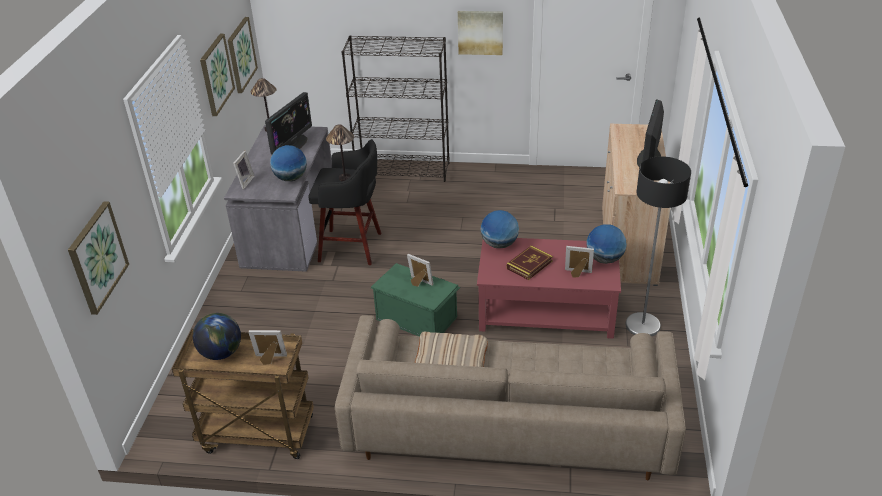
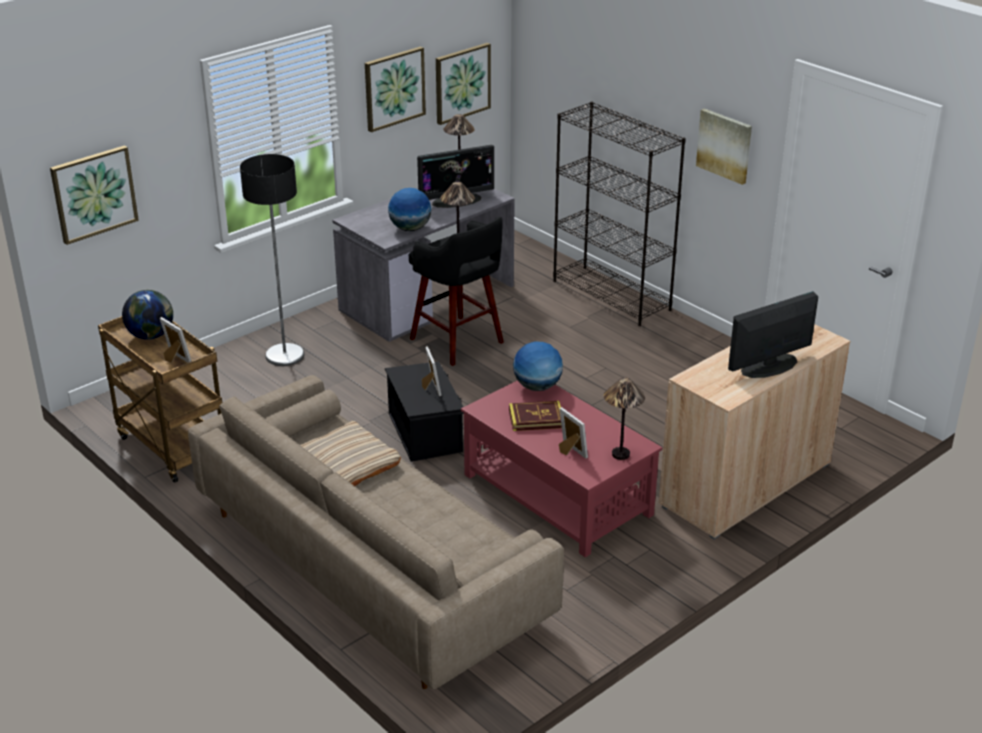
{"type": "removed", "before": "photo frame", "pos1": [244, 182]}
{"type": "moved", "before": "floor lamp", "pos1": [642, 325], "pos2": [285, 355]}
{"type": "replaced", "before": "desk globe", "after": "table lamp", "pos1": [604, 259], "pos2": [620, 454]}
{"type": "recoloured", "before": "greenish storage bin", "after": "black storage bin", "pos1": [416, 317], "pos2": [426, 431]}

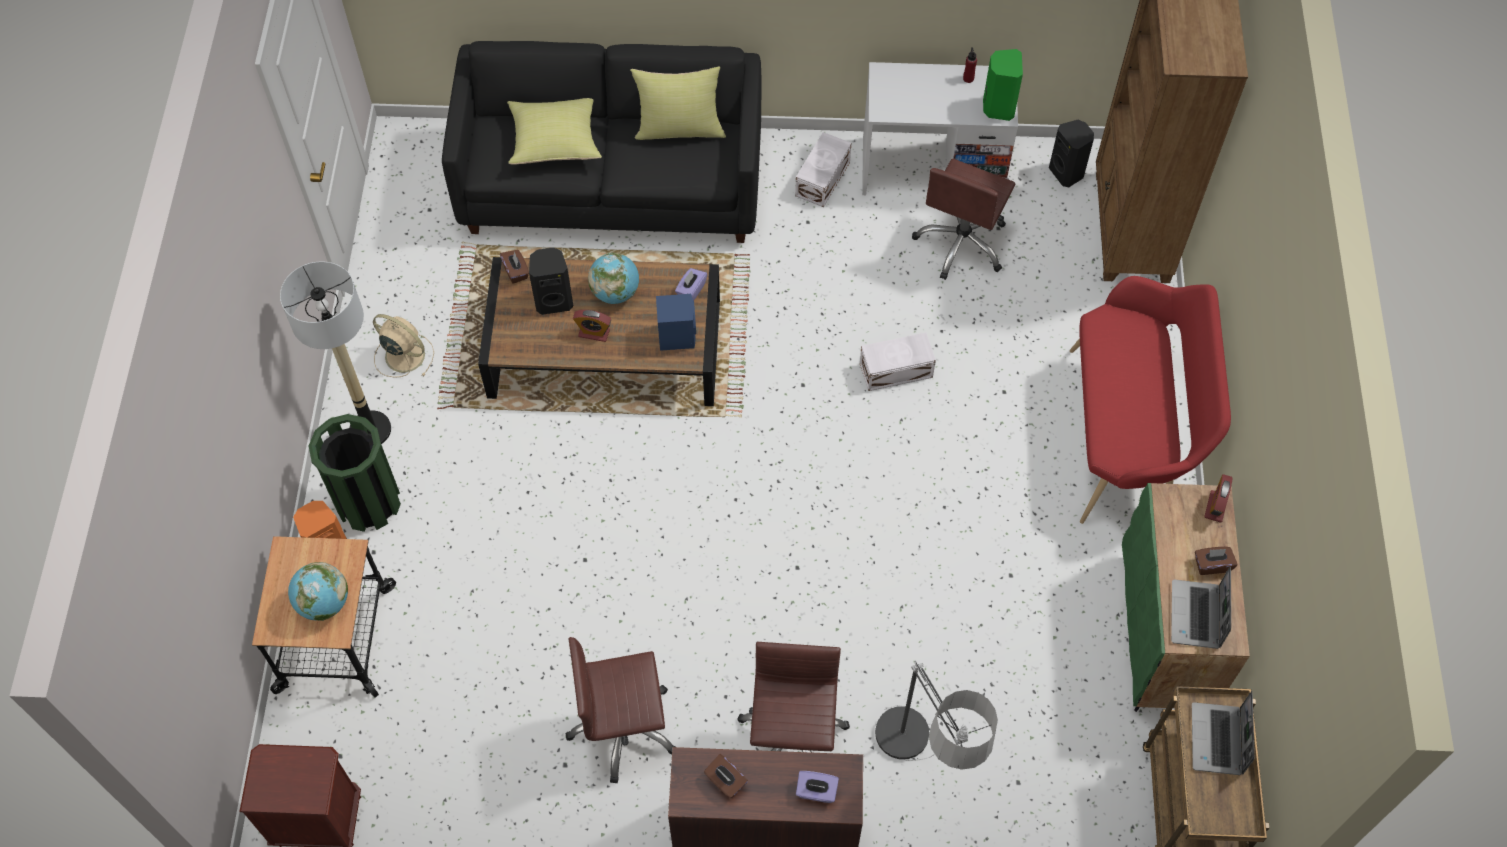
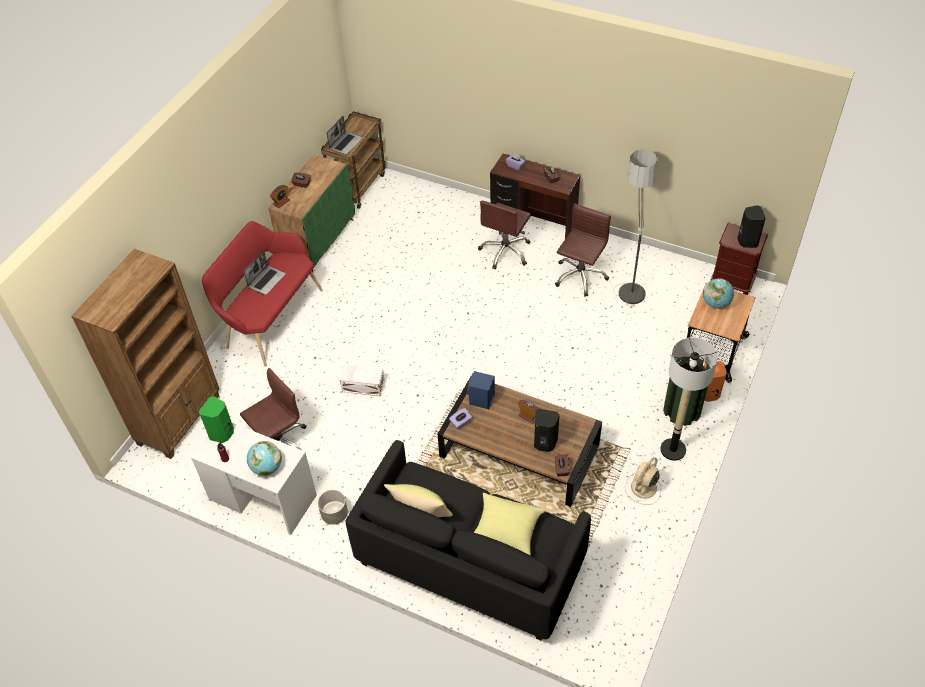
{"type": "moved", "before": "black audio speaker", "pos1": [1067, 172], "pos2": [747, 241]}
{"type": "replaced", "before": "whitish storage bin", "after": "greyish plant pot", "pos1": [821, 179], "pos2": [335, 514]}
{"type": "moved", "before": "desk globe", "pos1": [615, 292], "pos2": [267, 468]}
{"type": "turned", "before": "beige-coloured fan", "pos1": [403, 355], "pos2": [643, 488], "turn": 75}
{"type": "moved", "before": "notebook computer", "pos1": [1196, 616], "pos2": [266, 280]}
{"type": "turned", "before": "brownish desk chair", "pos1": [623, 728], "pos2": [580, 276], "turn": -75}
{"type": "moved", "before": "floor lamp", "pos1": [920, 774], "pos2": [629, 279]}

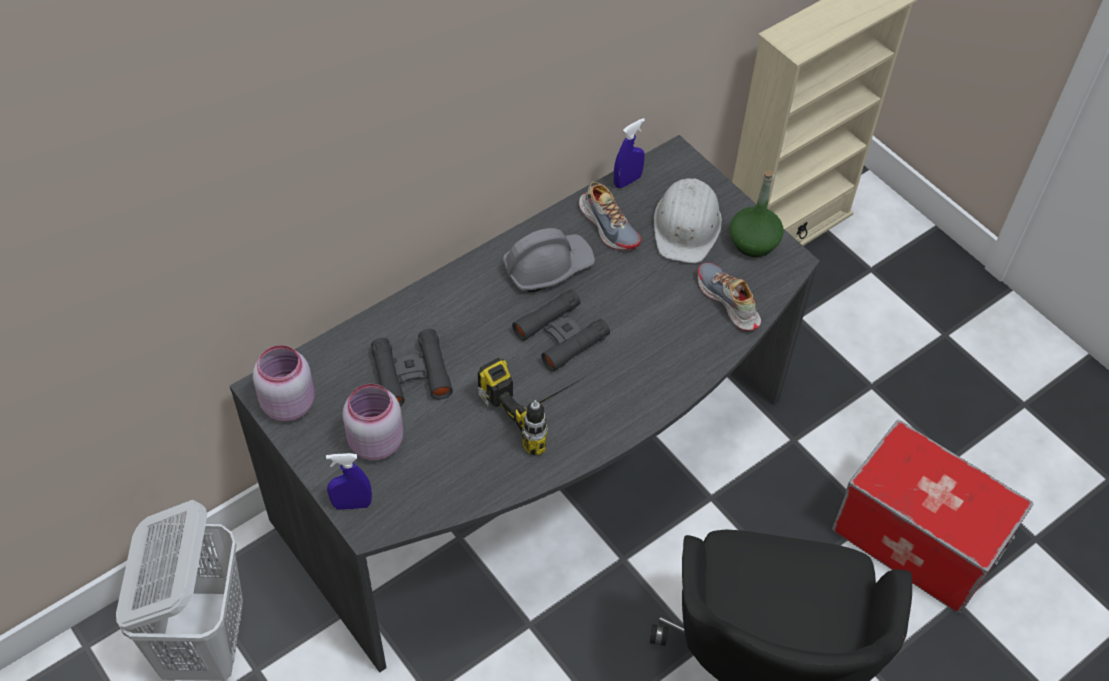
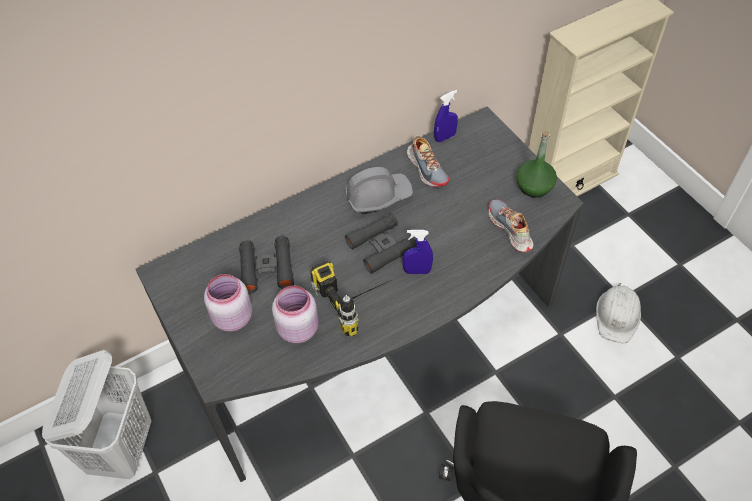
{"type": "moved", "before": "whitish safety helmet", "pos1": [687, 226], "pos2": [617, 315]}
{"type": "moved", "before": "pink-coloured jar", "pos1": [288, 403], "pos2": [298, 328]}
{"type": "removed", "before": "storage bin", "pos1": [918, 539]}
{"type": "moved", "before": "blue hand sprayer", "pos1": [352, 504], "pos2": [417, 271]}

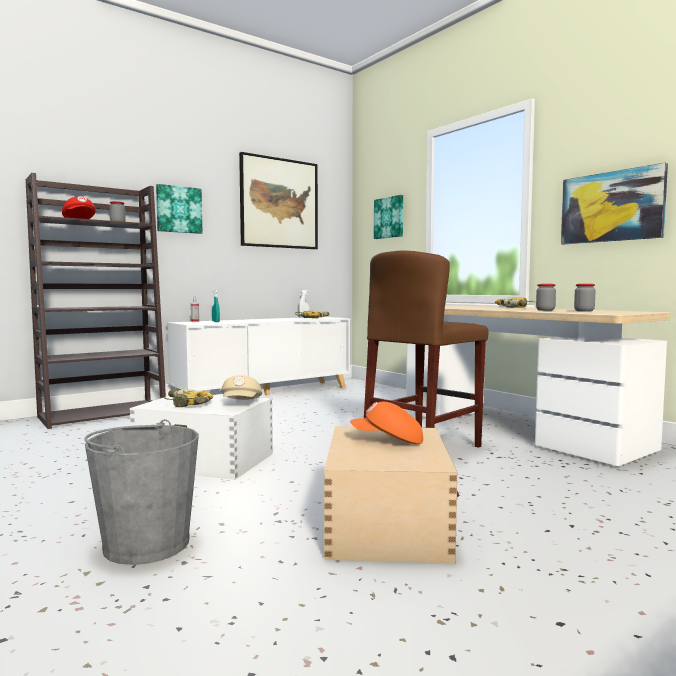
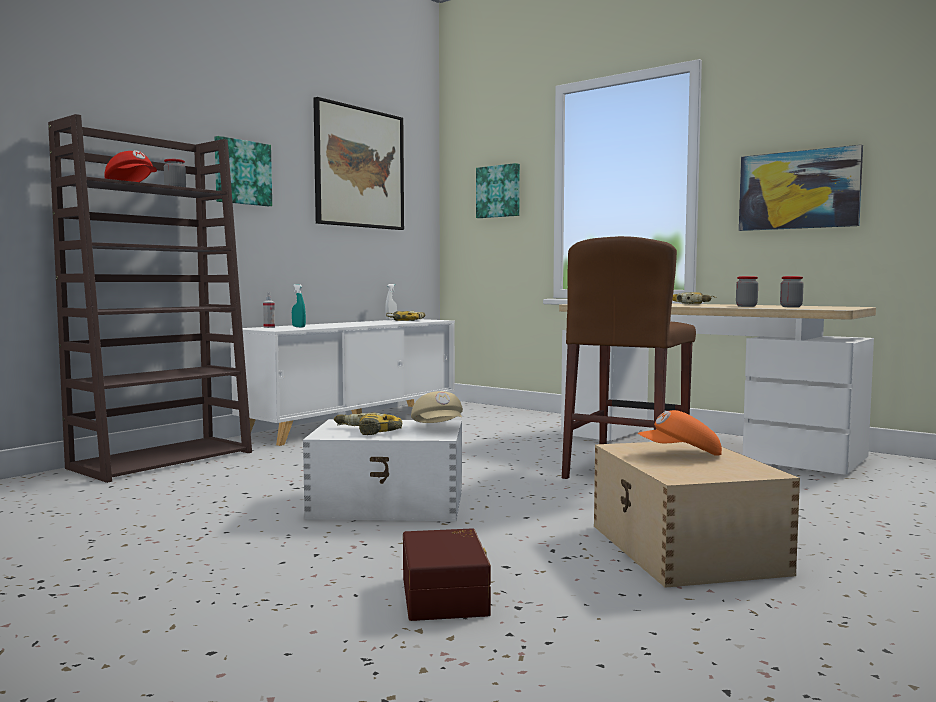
{"type": "replaced", "before": "greyish bucket", "after": "brownish storage bin", "pos1": [146, 544], "pos2": [447, 595]}

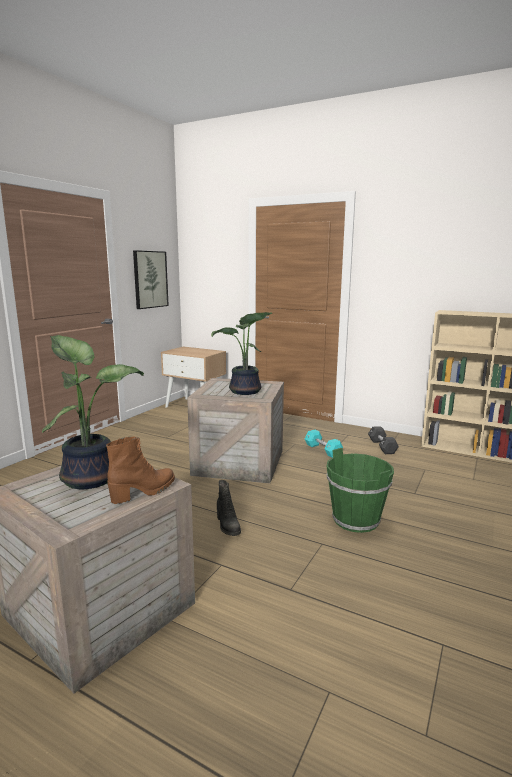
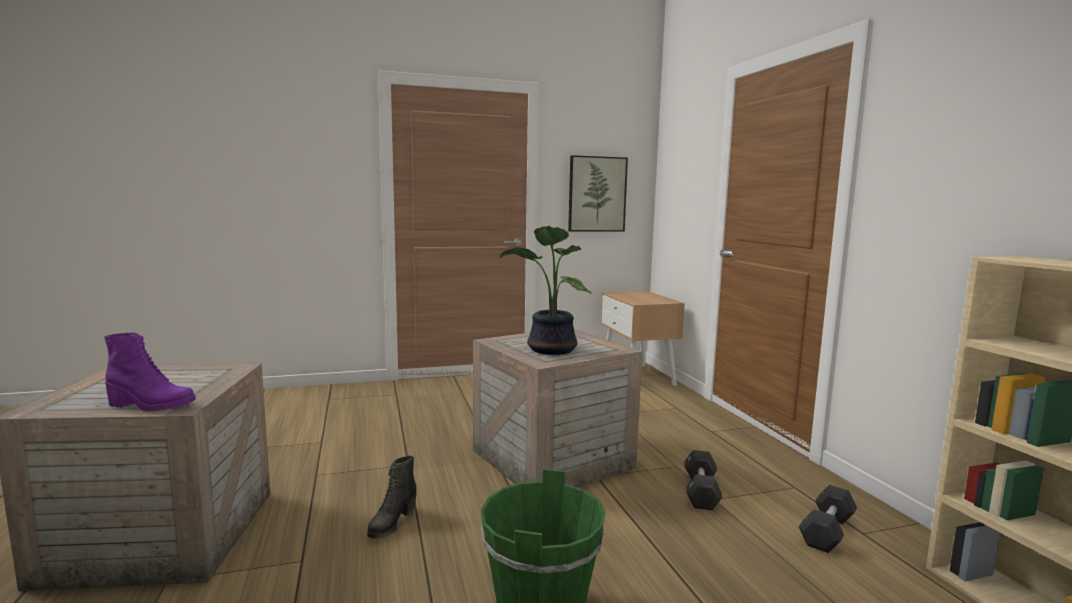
{"type": "removed", "before": "potted plant", "pos1": [91, 477]}
{"type": "recoloured", "before": "turquoise hand weight", "after": "black hand weight", "pos1": [322, 450], "pos2": [701, 491]}
{"type": "recoloured", "before": "brownish boot", "after": "purple boot", "pos1": [144, 492], "pos2": [151, 406]}

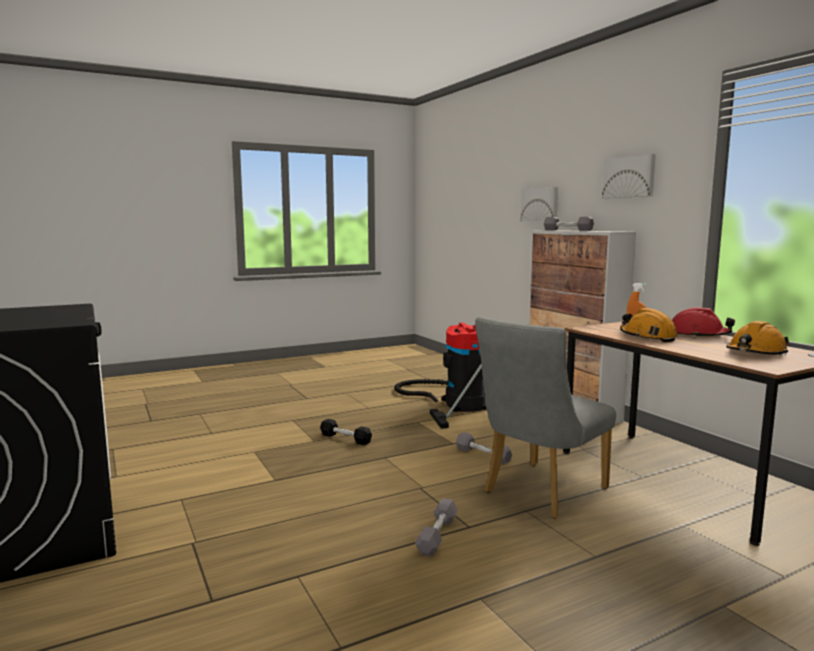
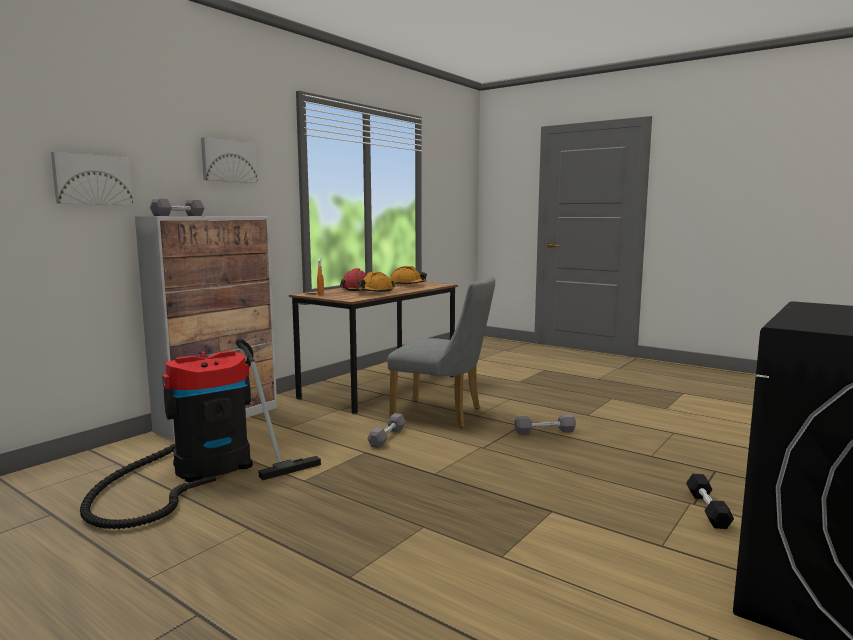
{"type": "moved", "before": "black hand weight", "pos1": [345, 438], "pos2": [707, 509]}

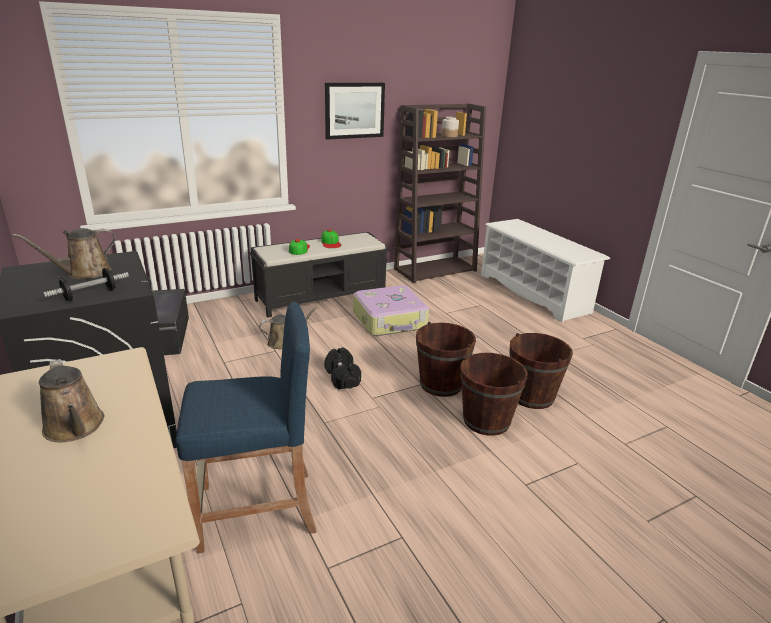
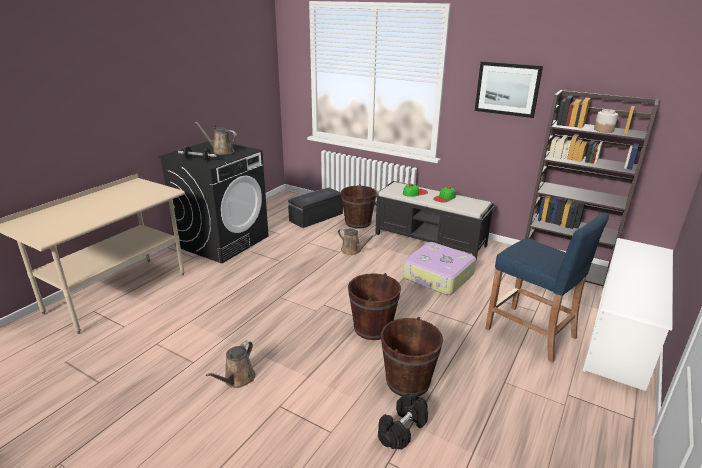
{"type": "moved", "before": "blue stool seat", "pos1": [257, 510], "pos2": [530, 333]}
{"type": "moved", "before": "black hand weight", "pos1": [342, 377], "pos2": [402, 429]}
{"type": "moved", "before": "brownish bucket", "pos1": [486, 420], "pos2": [358, 223]}
{"type": "moved", "before": "brownish watering can", "pos1": [75, 427], "pos2": [237, 379]}

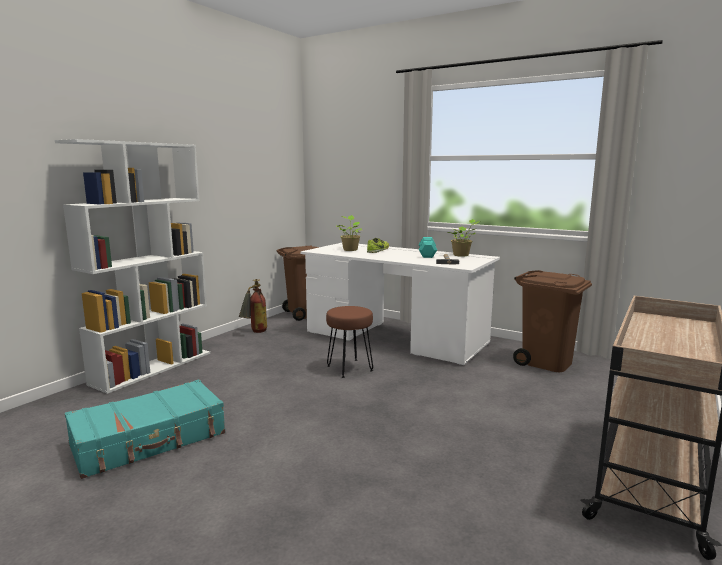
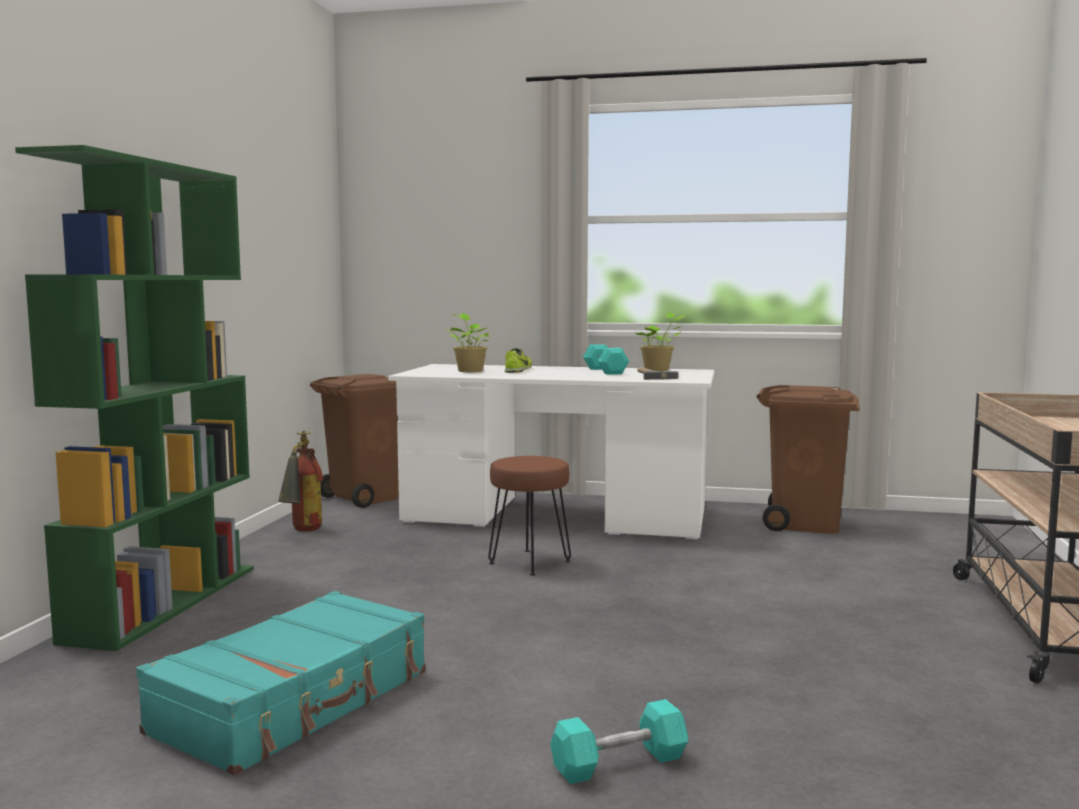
{"type": "recoloured", "before": "whitish bookcase", "after": "greenish bookcase", "pos1": [153, 367], "pos2": [164, 602]}
{"type": "added", "after": "turquoise hand weight", "pos2": [619, 763]}

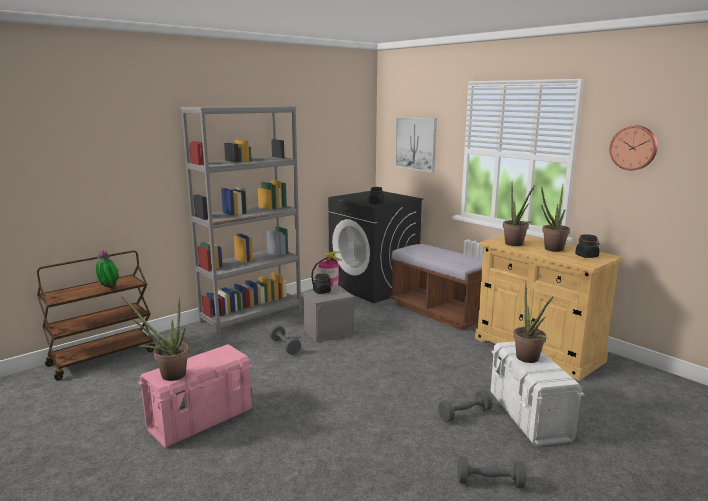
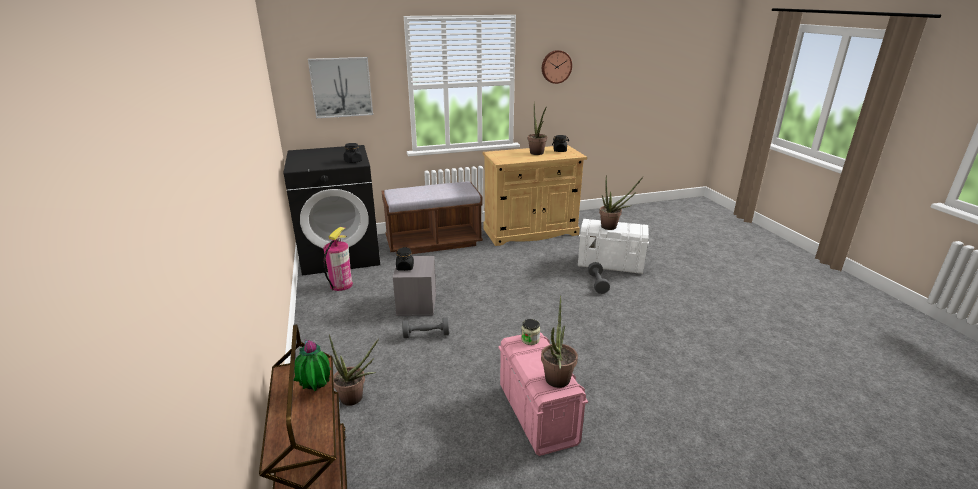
{"type": "removed", "before": "greyish bookcase", "pos1": [251, 315]}
{"type": "moved", "before": "potted plant", "pos1": [515, 245], "pos2": [356, 399]}
{"type": "removed", "before": "greyish hand weight", "pos1": [490, 482]}
{"type": "added", "after": "jar", "pos2": [530, 339]}

